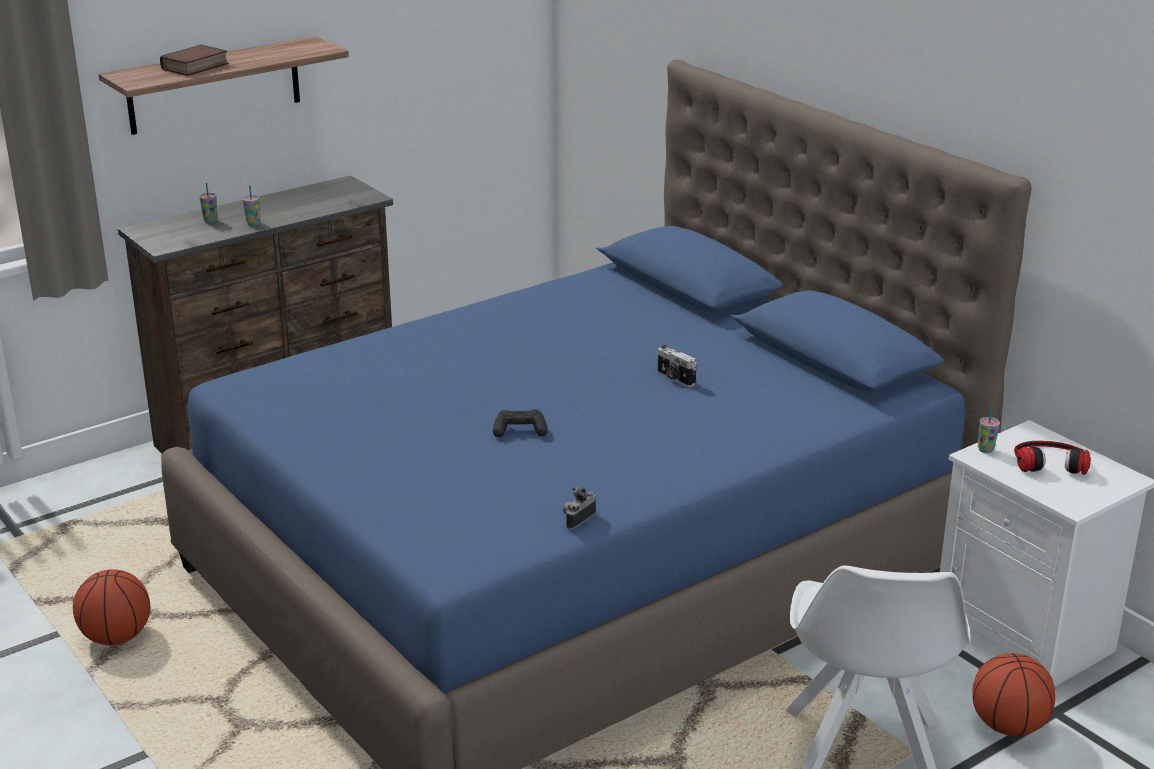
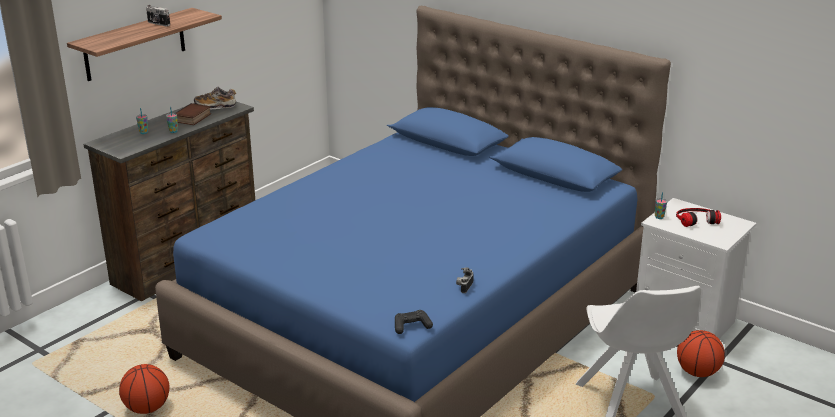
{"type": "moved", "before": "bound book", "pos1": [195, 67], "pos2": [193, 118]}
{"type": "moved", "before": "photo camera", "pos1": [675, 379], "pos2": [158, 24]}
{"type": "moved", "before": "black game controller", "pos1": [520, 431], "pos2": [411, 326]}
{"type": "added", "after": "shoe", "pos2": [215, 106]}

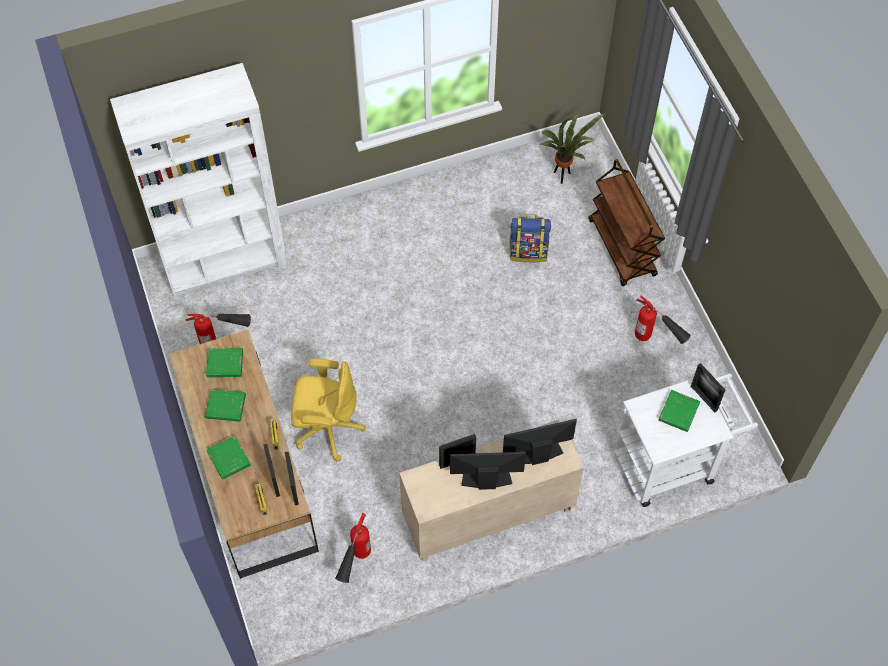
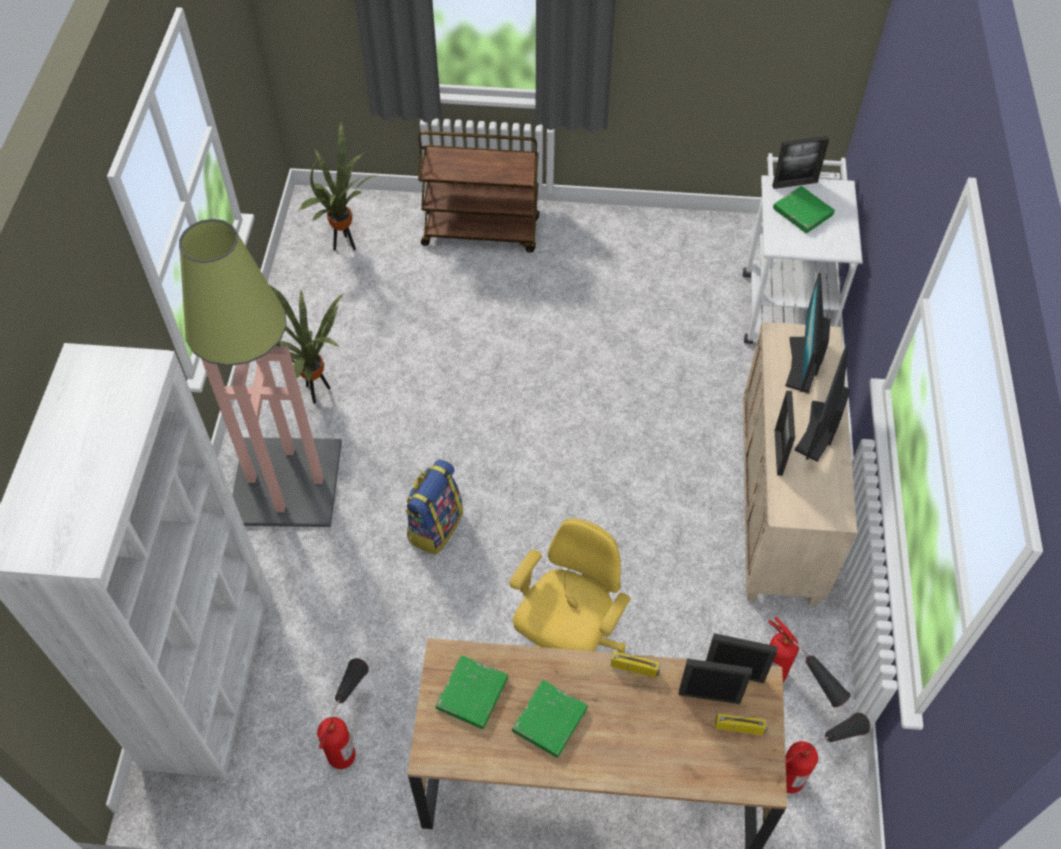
{"type": "moved", "before": "rucksack", "pos1": [528, 251], "pos2": [435, 526]}
{"type": "moved", "before": "fire extinguisher", "pos1": [656, 342], "pos2": [811, 766]}
{"type": "removed", "before": "greenish bound book", "pos1": [228, 458]}
{"type": "added", "after": "floor lamp", "pos2": [285, 481]}
{"type": "added", "after": "potted plant", "pos2": [316, 391]}

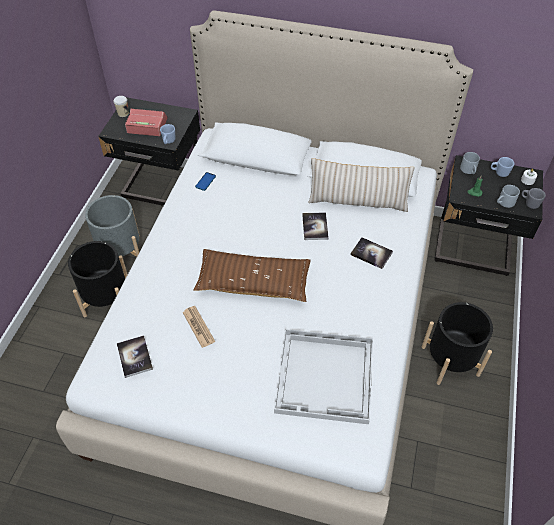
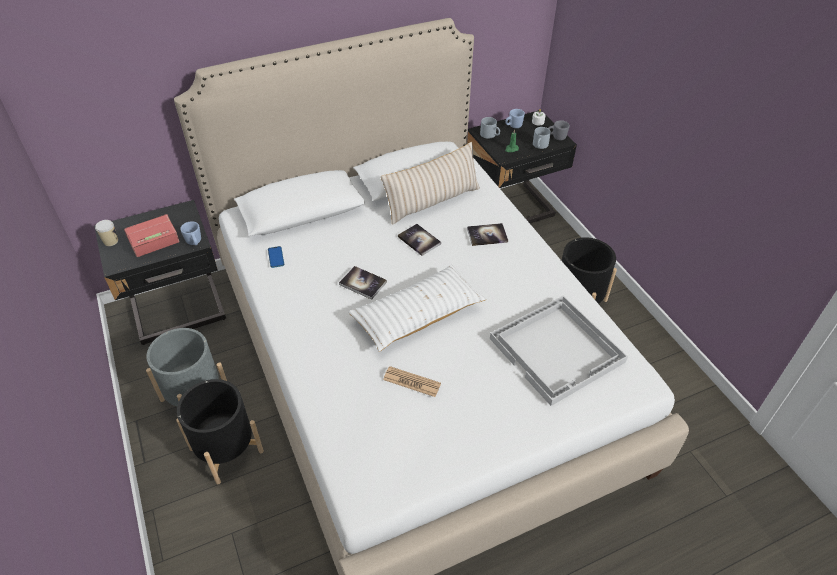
{"type": "recoloured", "before": "brownish cushion", "after": "whitish cushion", "pos1": [253, 282], "pos2": [417, 315]}
{"type": "moved", "before": "bound book", "pos1": [134, 357], "pos2": [363, 283]}

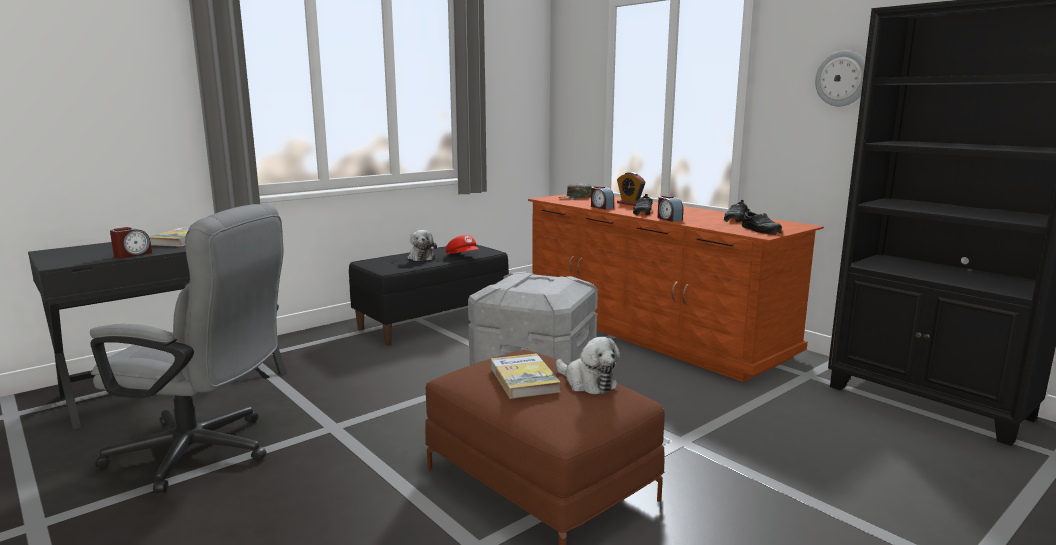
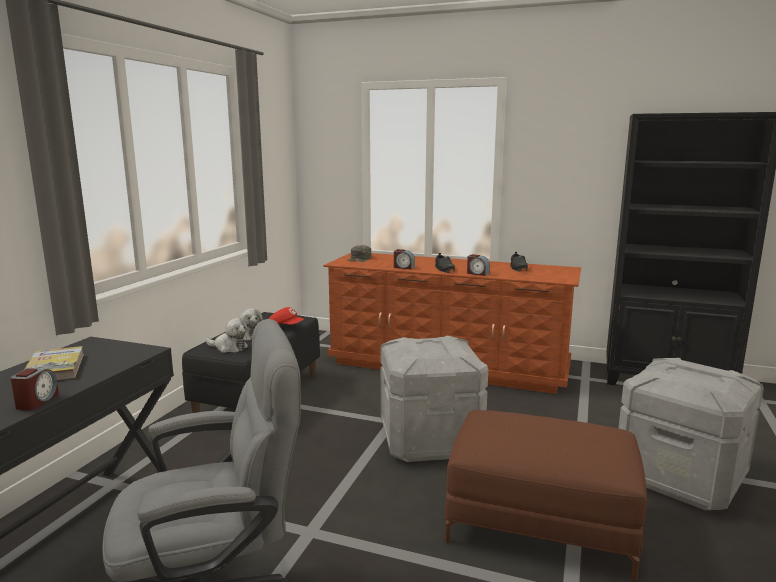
{"type": "removed", "before": "hanging clock", "pos1": [842, 78]}
{"type": "removed", "before": "alarm clock", "pos1": [630, 203]}
{"type": "removed", "before": "black shoe", "pos1": [761, 230]}
{"type": "moved", "before": "soft toy", "pos1": [587, 383], "pos2": [229, 347]}
{"type": "removed", "before": "bound book", "pos1": [524, 379]}
{"type": "added", "after": "greyish storage bin", "pos2": [680, 477]}

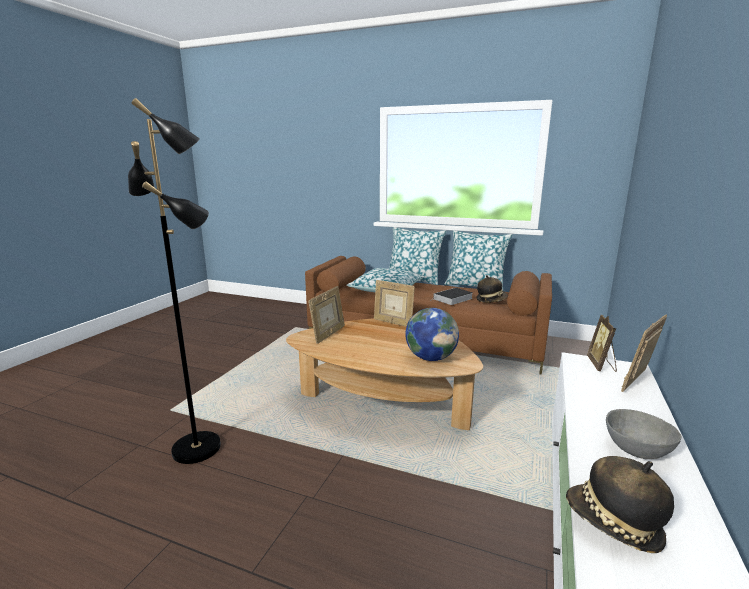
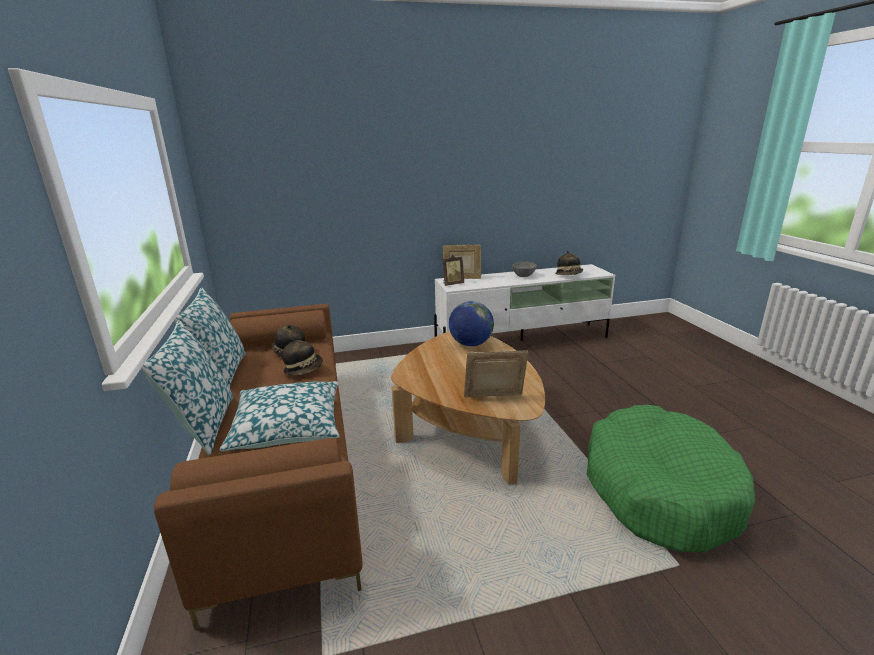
{"type": "replaced", "before": "black floor lamp", "after": "greenish dog bed", "pos1": [198, 447], "pos2": [659, 489]}
{"type": "removed", "before": "photo frame", "pos1": [393, 322]}
{"type": "replaced", "before": "bound book", "after": "clothing hat", "pos1": [452, 299], "pos2": [304, 369]}

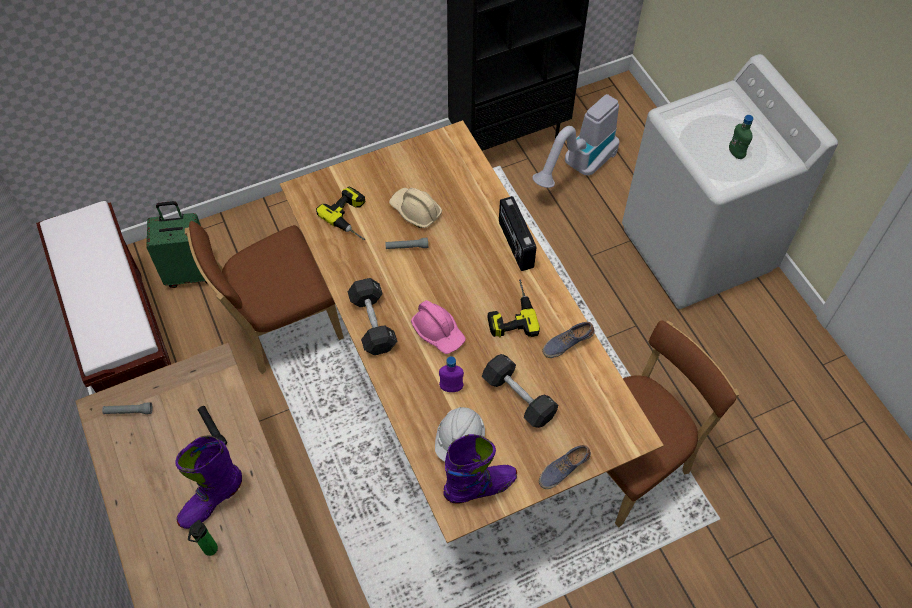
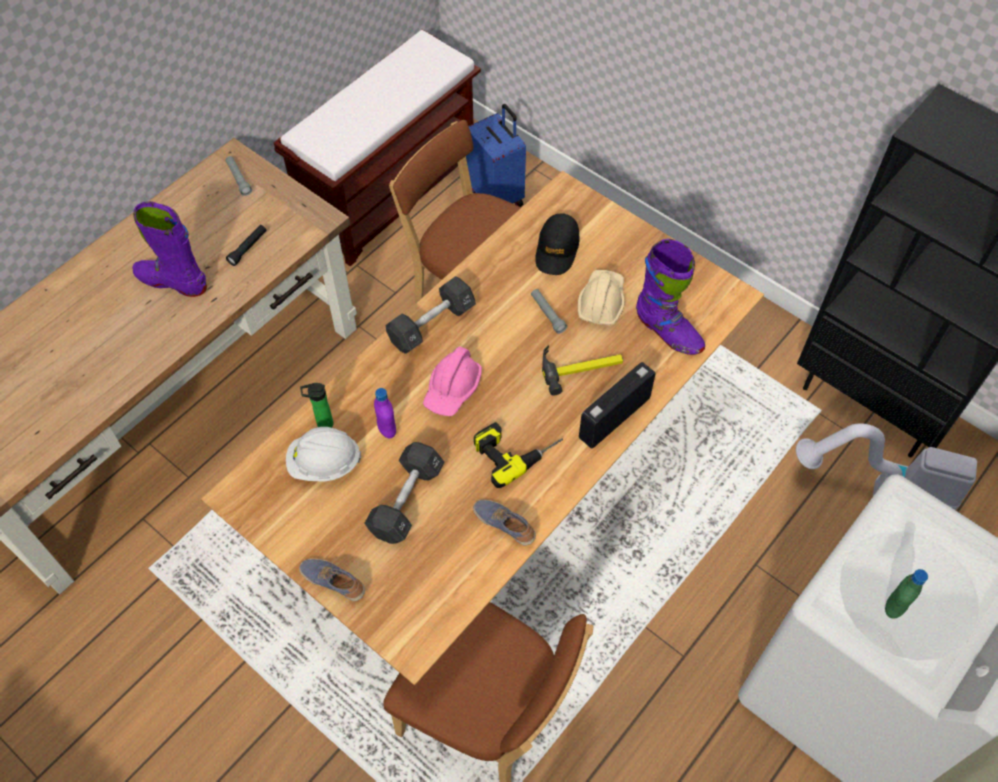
{"type": "replaced", "before": "drill", "after": "black baseball cap", "pos1": [352, 217], "pos2": [557, 249]}
{"type": "recoloured", "before": "greenish travel case", "after": "blue travel case", "pos1": [190, 272], "pos2": [497, 196]}
{"type": "moved", "before": "purple boot", "pos1": [480, 487], "pos2": [668, 332]}
{"type": "moved", "before": "drink bottle", "pos1": [209, 551], "pos2": [322, 424]}
{"type": "added", "after": "hammer", "pos2": [581, 367]}

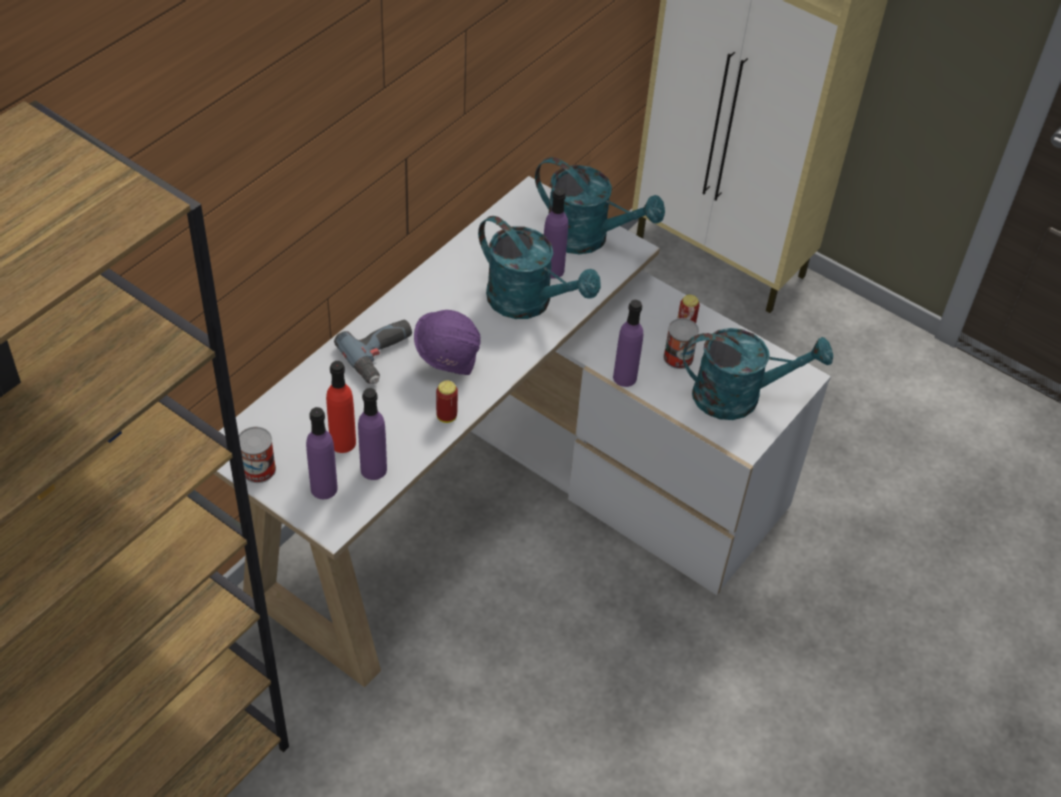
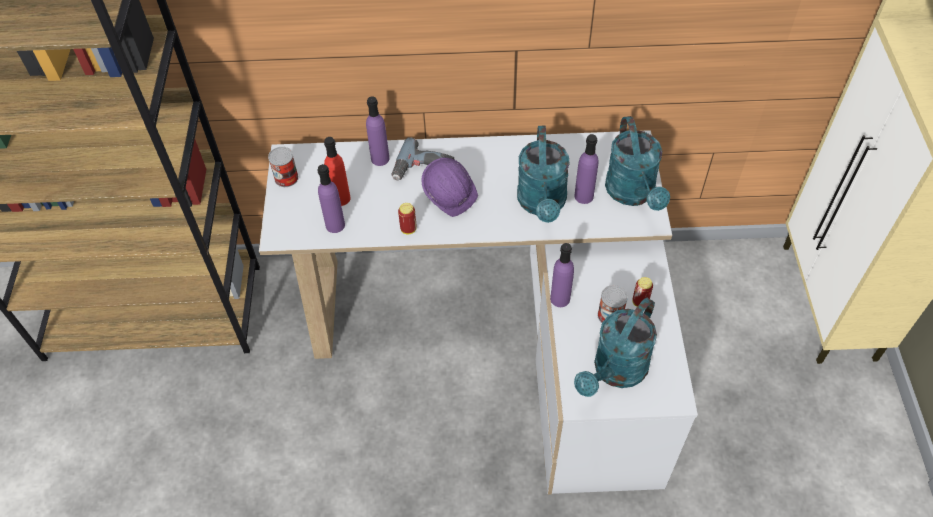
{"type": "turned", "before": "turquoise watering can", "pos1": [739, 396], "pos2": [615, 372], "turn": 75}
{"type": "moved", "before": "purple drink bottle", "pos1": [324, 488], "pos2": [380, 158]}

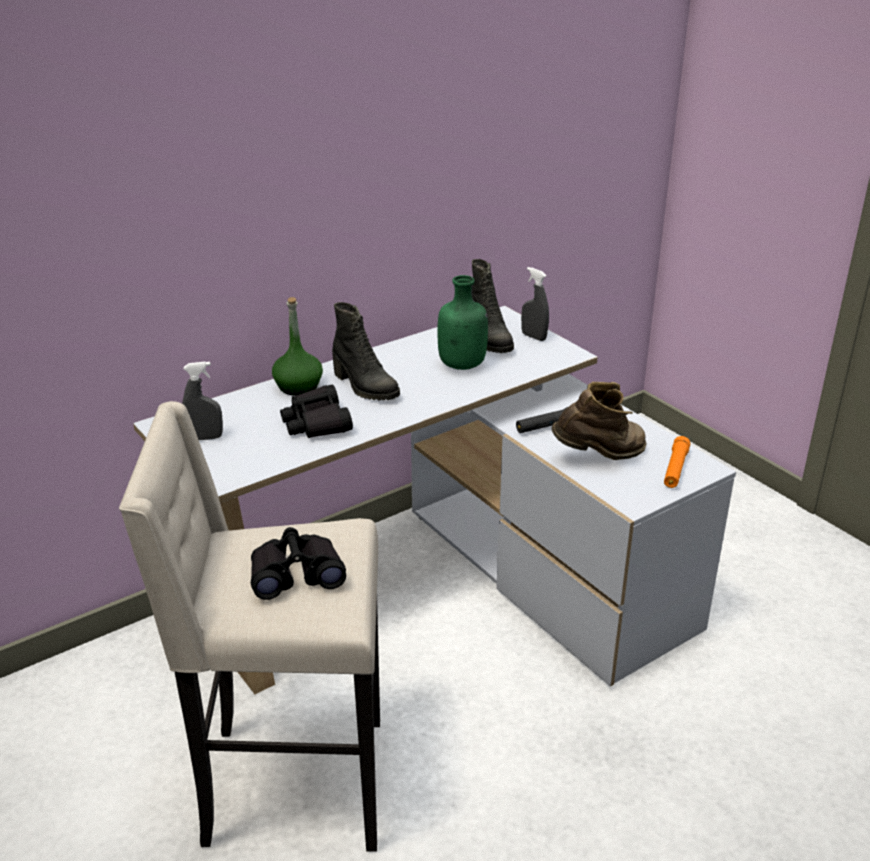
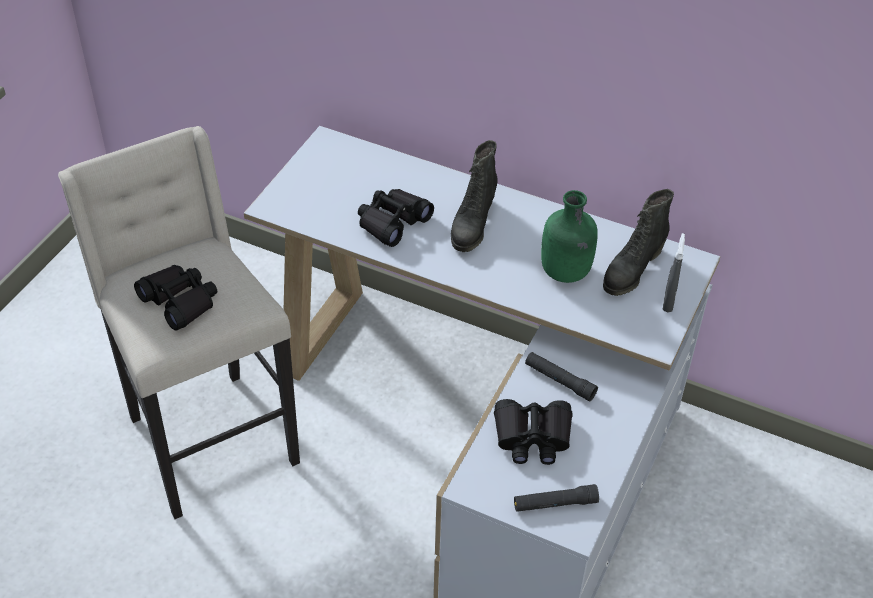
{"type": "removed", "before": "greenish drink bottle", "pos1": [298, 387]}
{"type": "removed", "before": "greyish hand sprayer", "pos1": [205, 438]}
{"type": "replaced", "before": "brownish boot", "after": "black pair of binoculars", "pos1": [600, 457], "pos2": [532, 437]}
{"type": "recoloured", "before": "orange-coloured hand torch", "after": "black hand torch", "pos1": [675, 469], "pos2": [555, 504]}

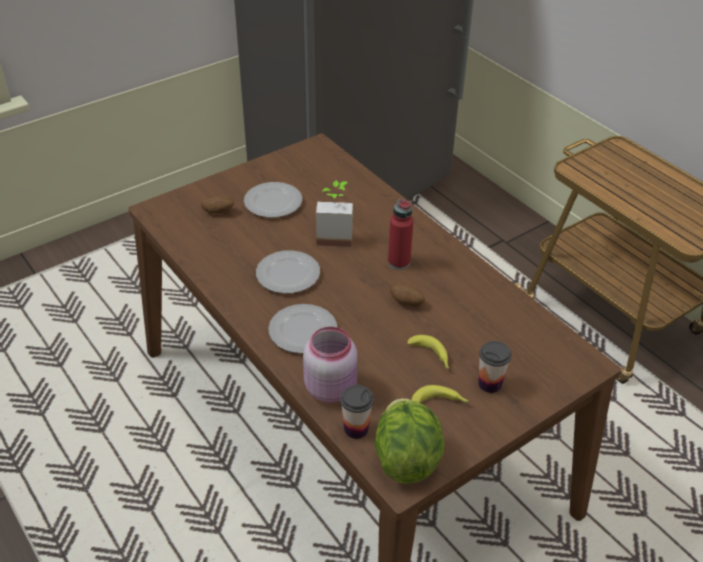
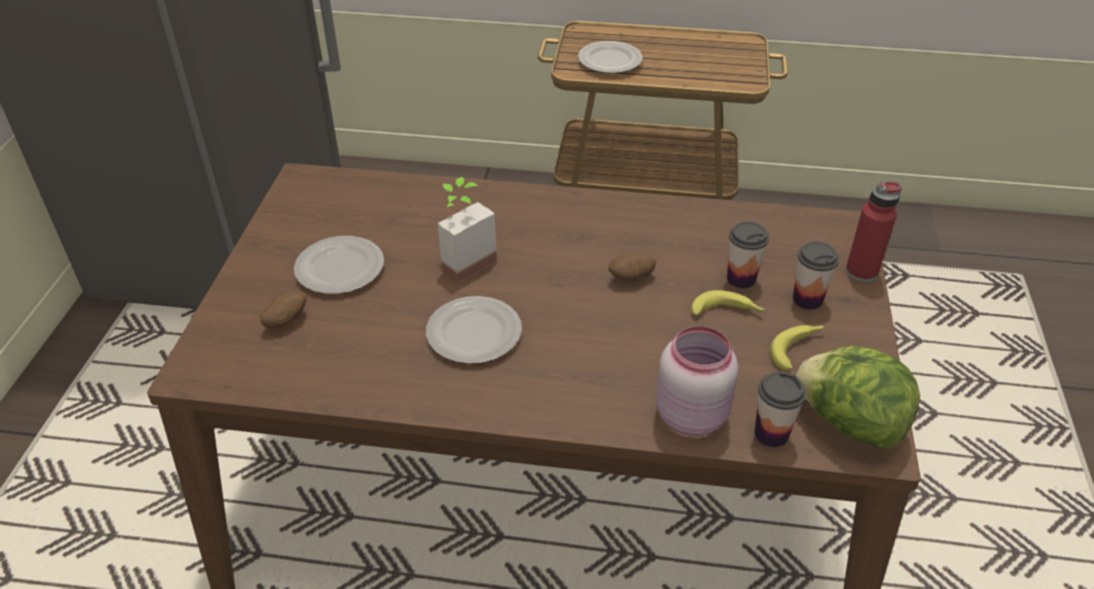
{"type": "moved", "before": "red drink bottle", "pos1": [399, 262], "pos2": [861, 272]}
{"type": "moved", "before": "dinner plate", "pos1": [302, 331], "pos2": [609, 61]}
{"type": "added", "after": "cup", "pos2": [741, 279]}

